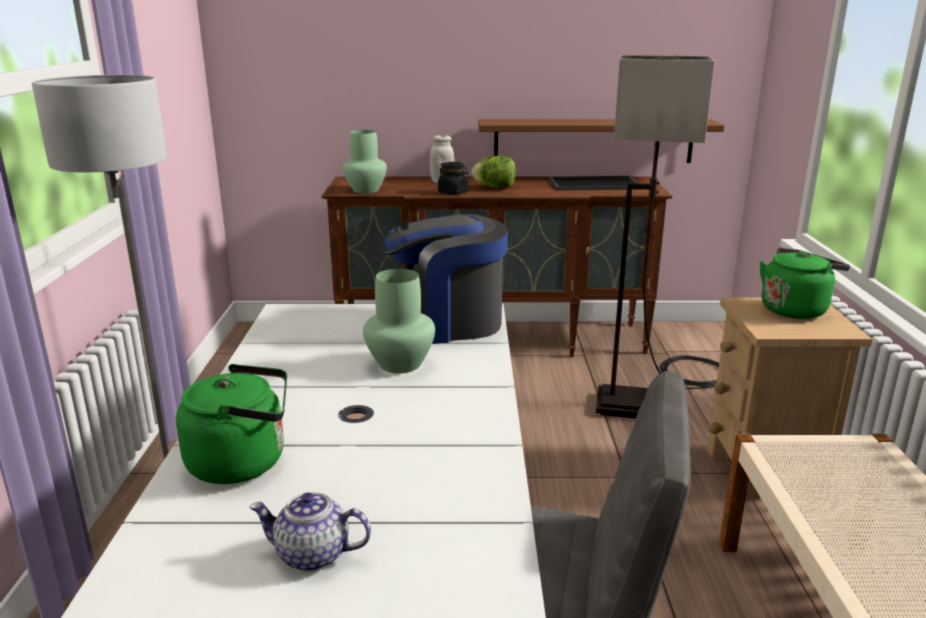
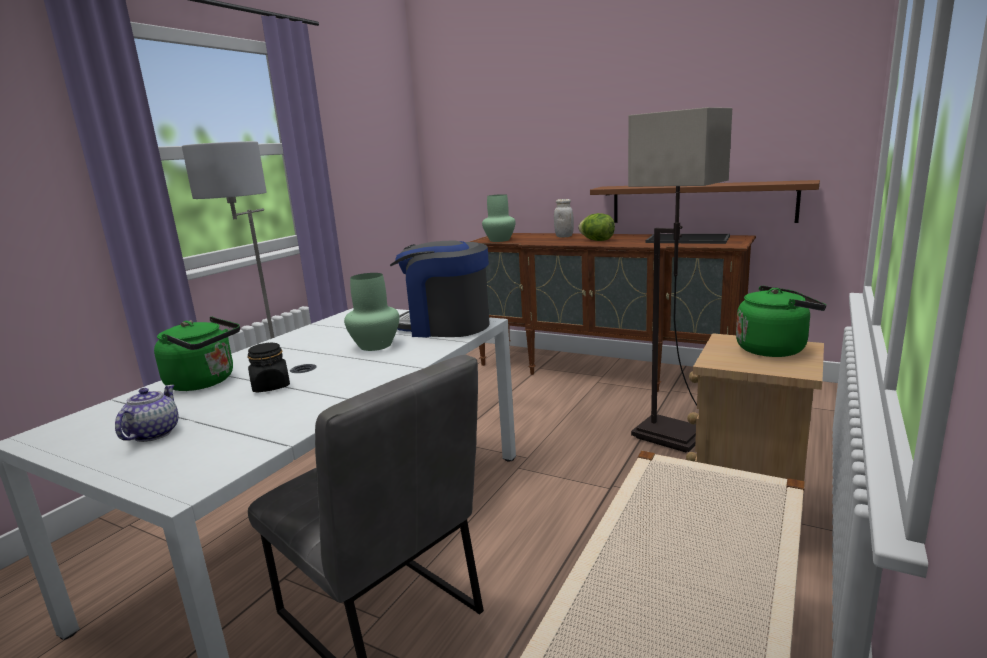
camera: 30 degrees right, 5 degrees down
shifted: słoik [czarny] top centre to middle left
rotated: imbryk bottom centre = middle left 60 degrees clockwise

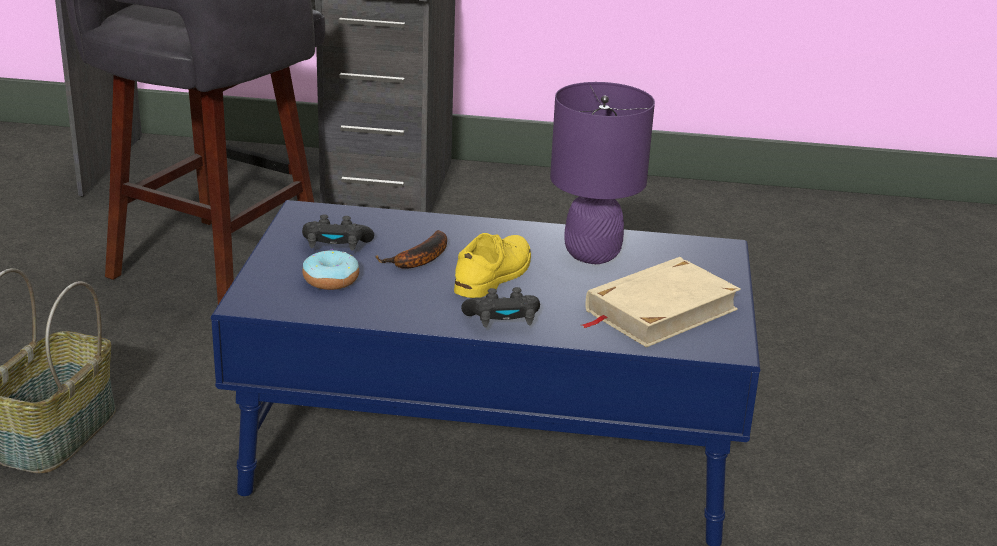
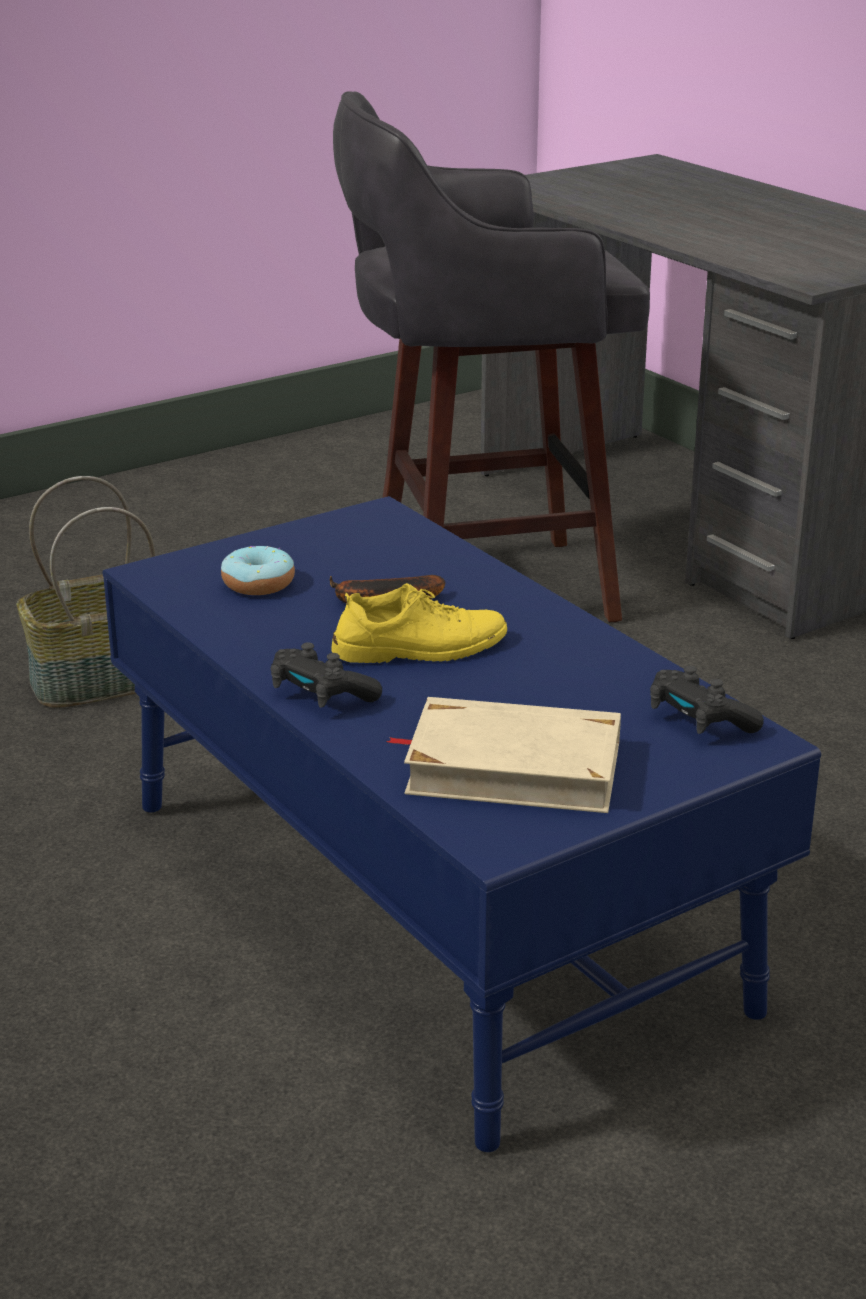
camera: 50 degrees right, 0 degrees up
gone: lampa stołowa [fioletowy] top centre
shifted: pad do gier [czarny] (no. 1 from left in the first image) centre to pad do gier [czarny] (no. 2 from left) middle right

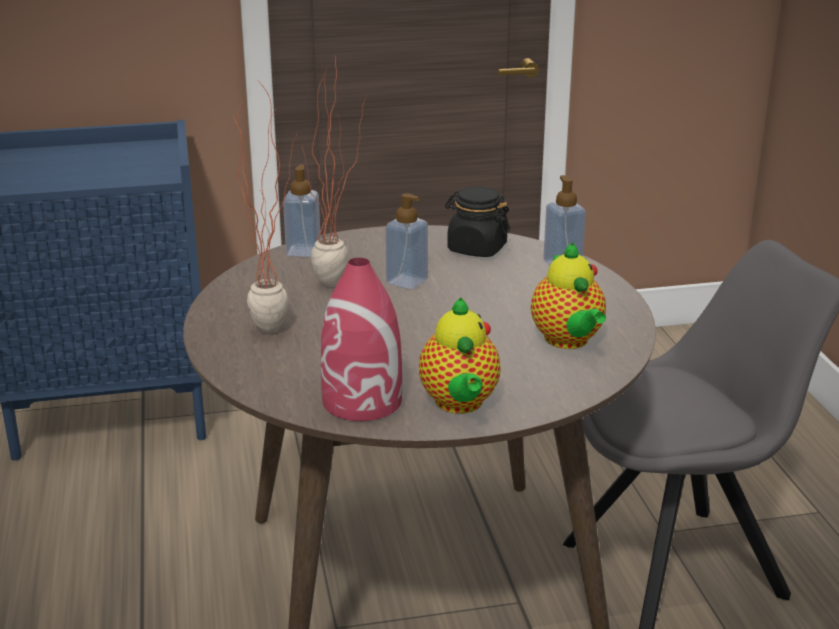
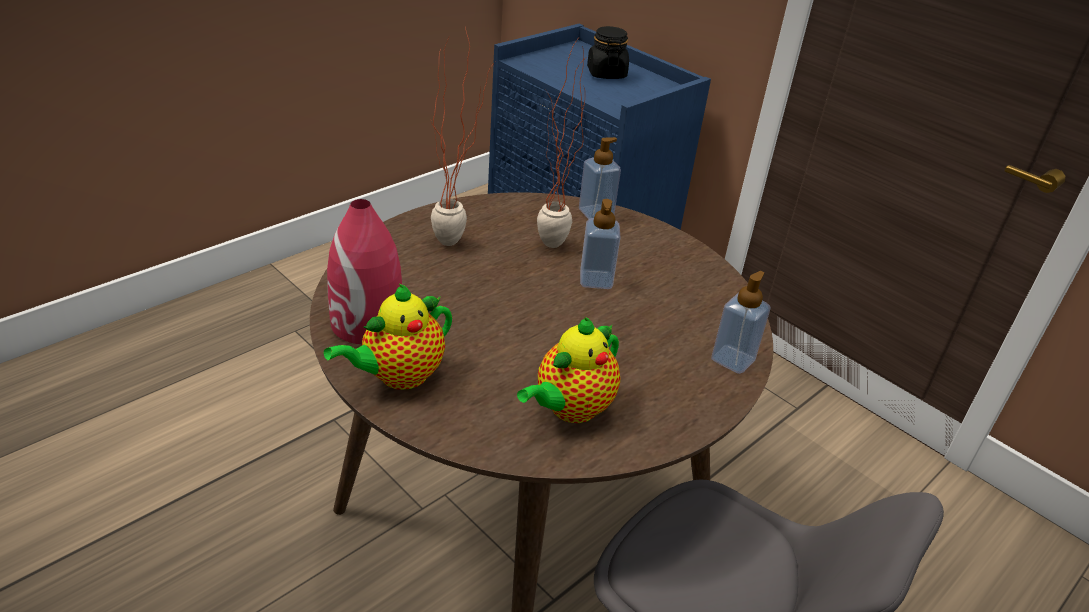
camera: 55 degrees right, 10 degrees up
shifted: słoik [czarny] centre to top centre

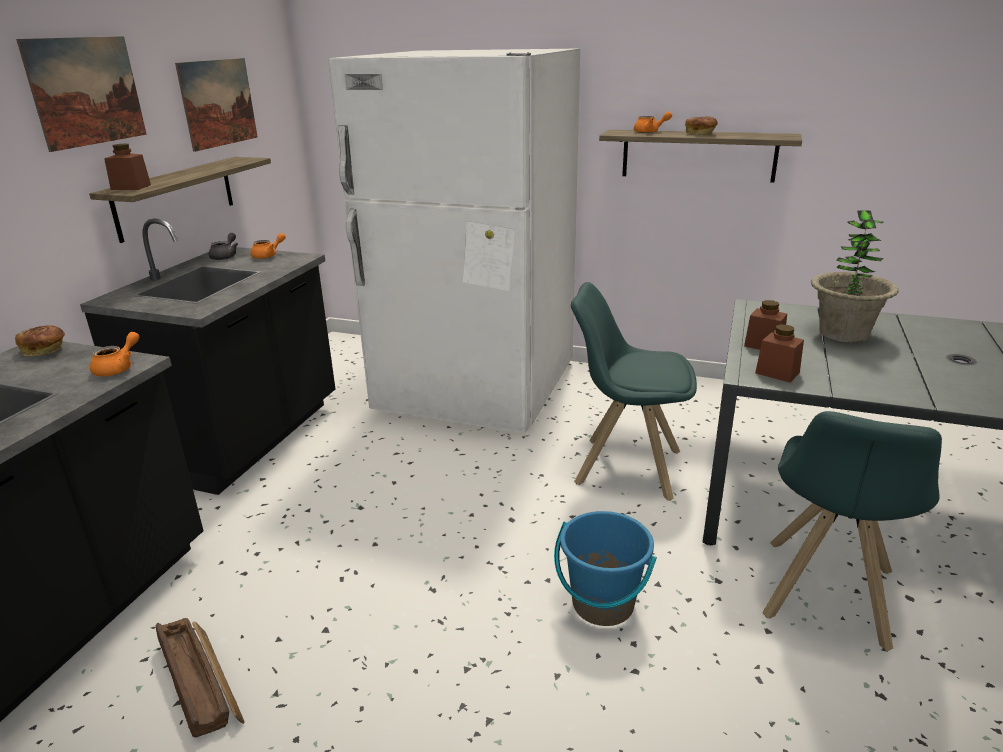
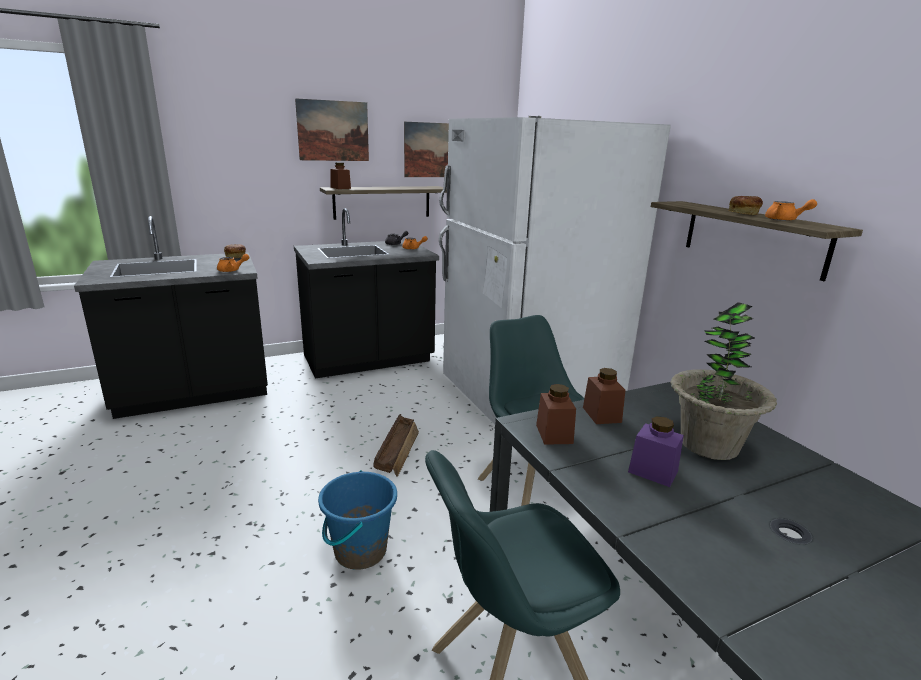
camera: 45 degrees right, 5 degrees down
new: słoik [fioletowy] middle right
shifted: skrzynka bottom left to centre; imbryk [pomarańczowy] (no. 3 from left) top centre to top right

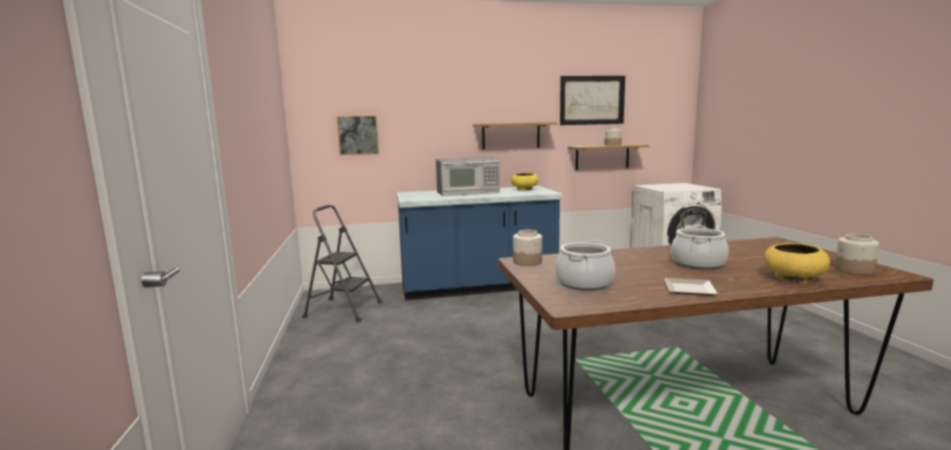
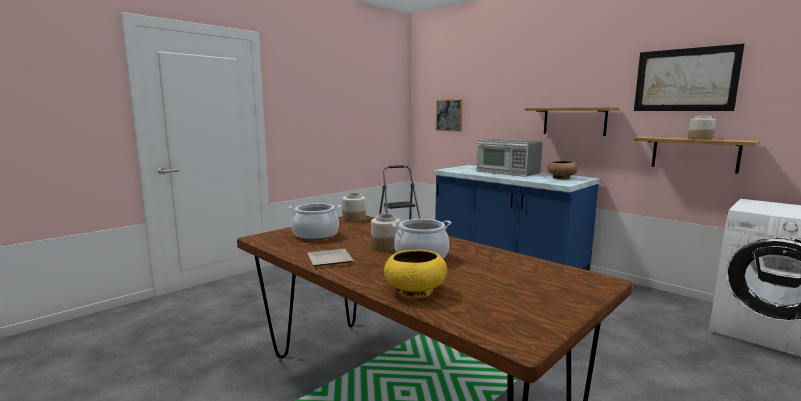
camera: 55 degrees right, 0 degrees up
shifted: słoik (no. 3 from left in the first image) middle right to słoik (no. 2 from left) centre
repainted: miska [żółty] (no. 1 from left) centre to miska [brązowy] middle right

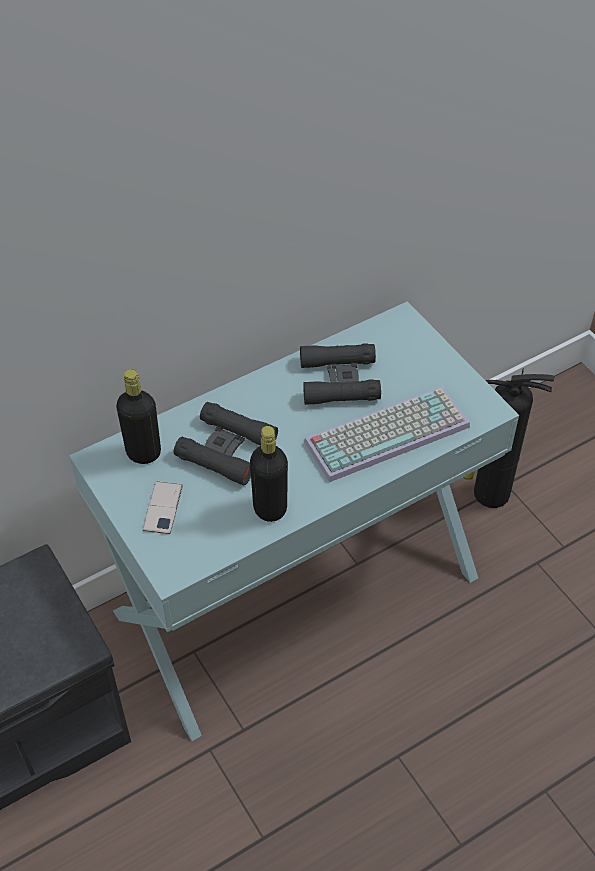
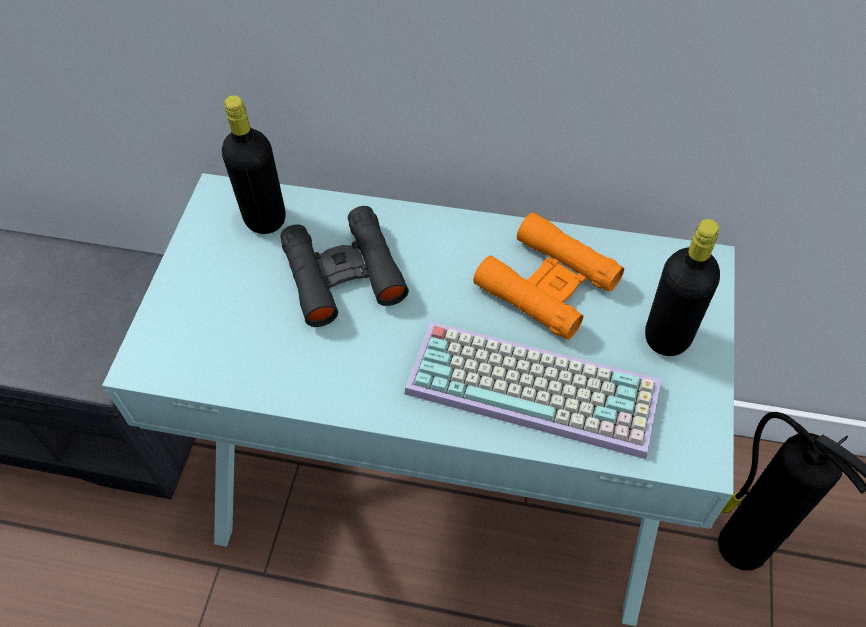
camera: 45 degrees right, 5 degrees up
gone: telefon middle left
shifted: butelka [czarny] (no. 2 from left) centre to middle right
repainted: lornetka [czarny] (no. 2 from left) centre to lornetka [pomarańczowy] centre

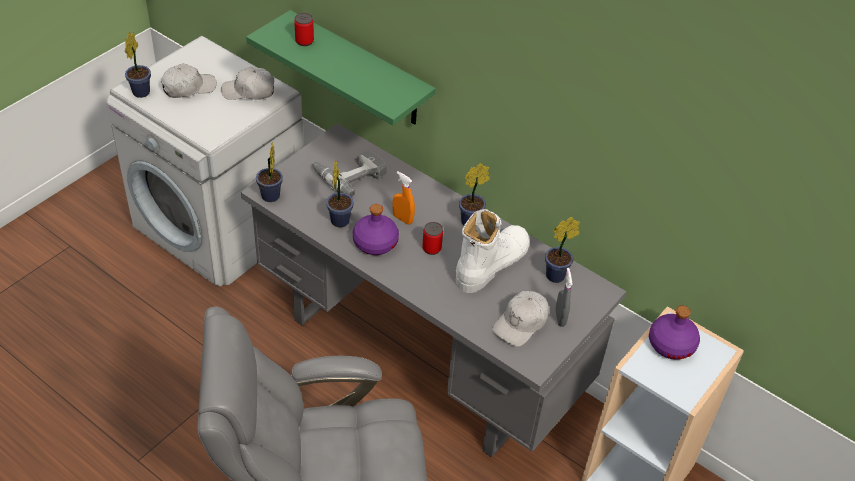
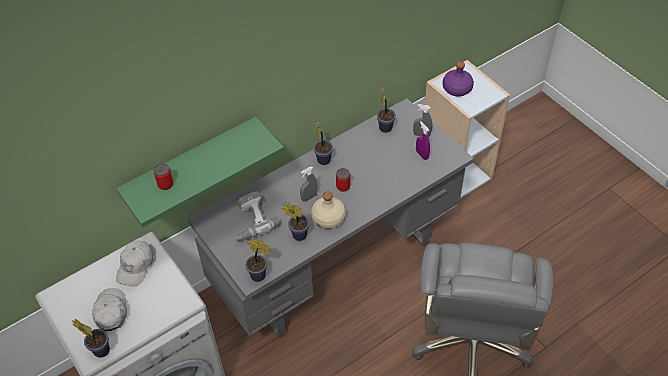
camera: 70 degrees left, 5 degrees up
gone: but z cholewką [biały] centre
swapped: czapka z daszkiem [biały] (no. 3 from left) centre to spryskiwacz [fioletowy] centre
repainted: butelka [fioletowy] (no. 1 from left) centre to butelka [beżowy] centre; spryskiwacz [pomarańczowy] centre to spryskiwacz [szary] (no. 1 from left) centre

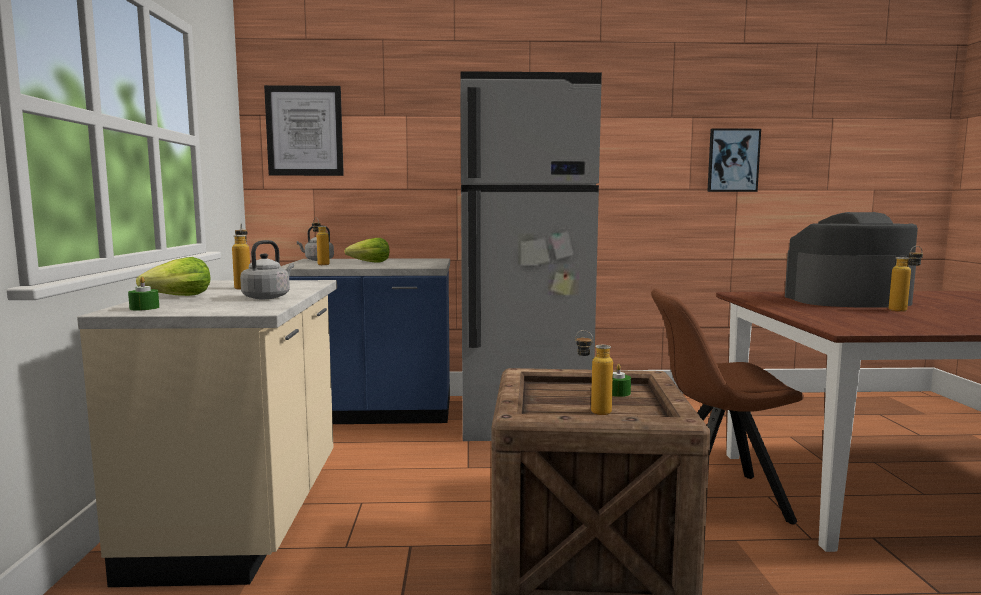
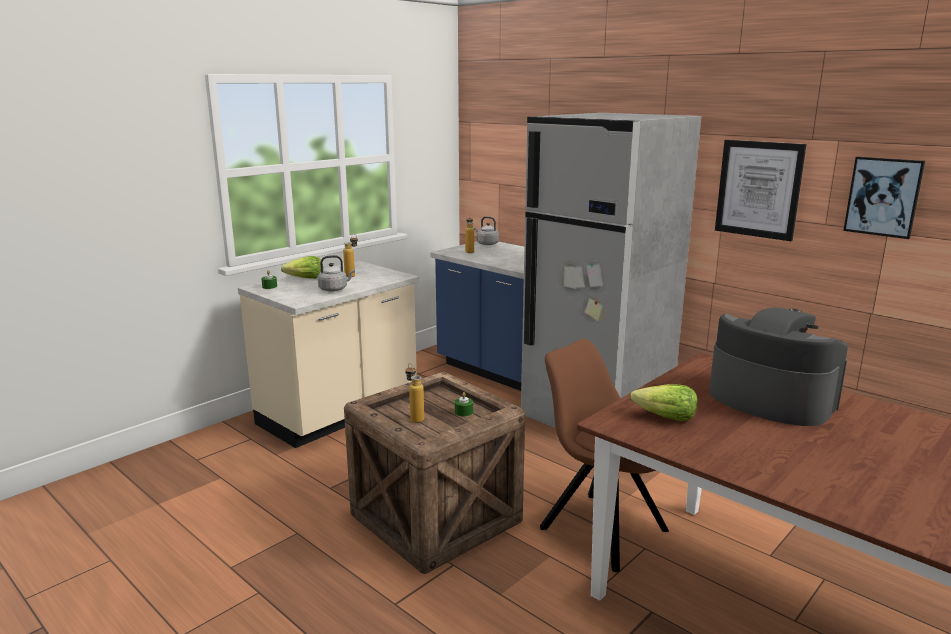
camera: 45 degrees right, 10 degrees up
gone: butelka (no. 4 from left) middle right
shifted: obraz (no. 1 from left) top left to top right; sałata (no. 2 from left) centre to middle right

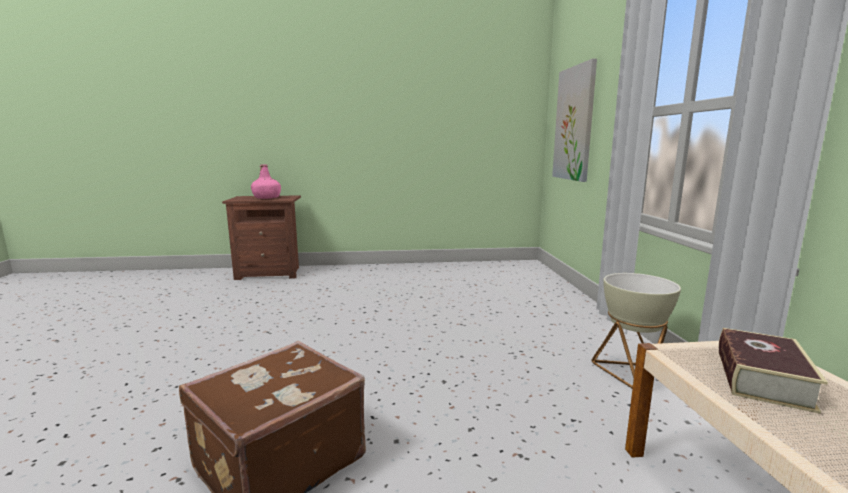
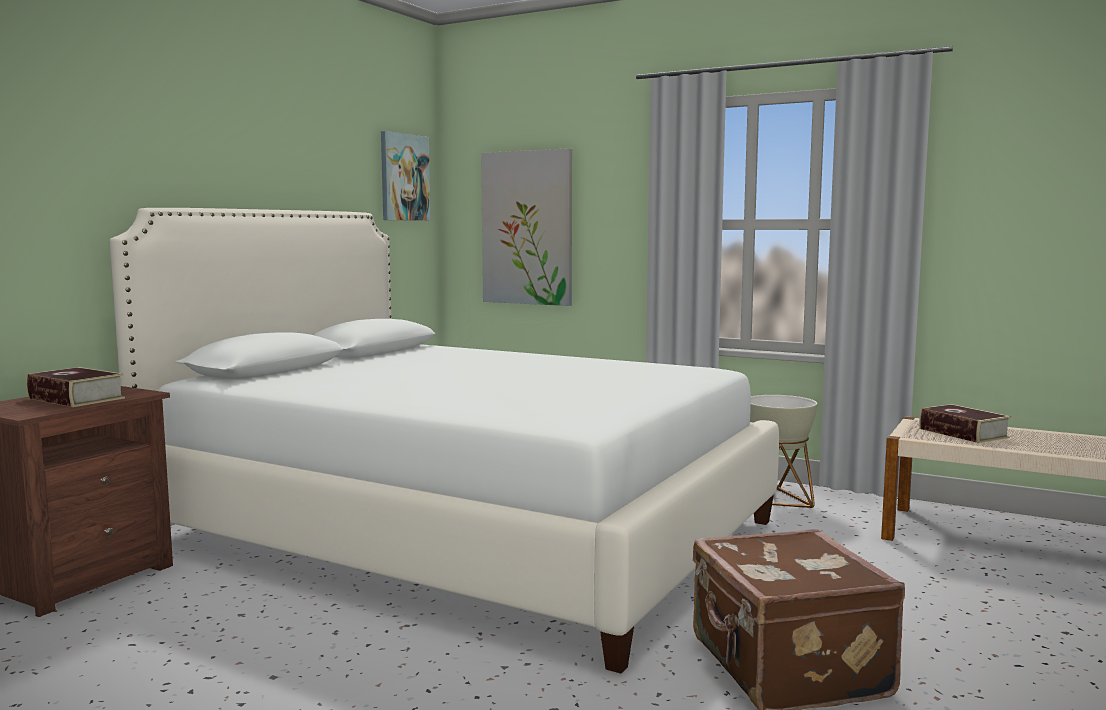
camera: 55 degrees left, 5 degrees down
new: łóżko [biały] centre; obraz (no. 1 from left) top centre
swapped: butelka [różowy] middle left to książka (no. 1 from left) middle left

